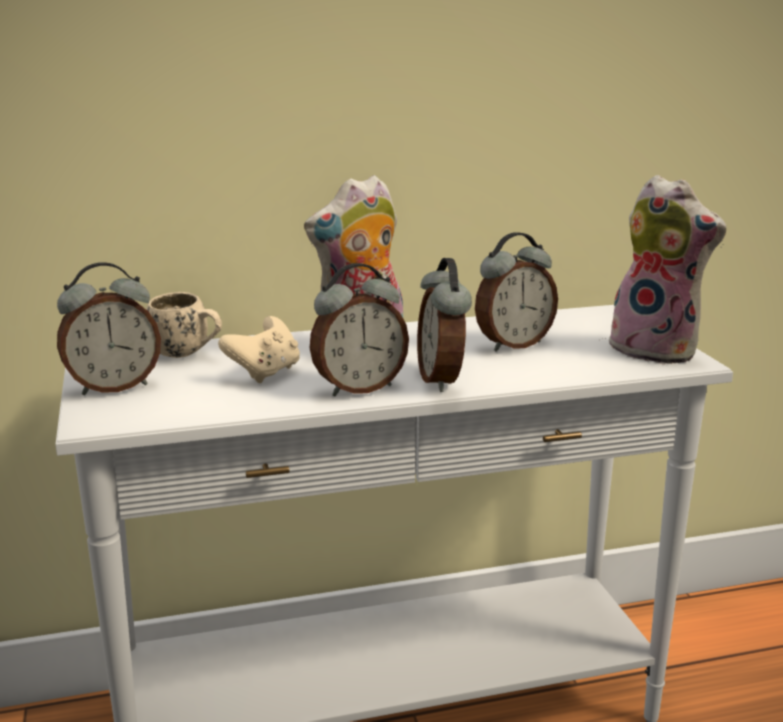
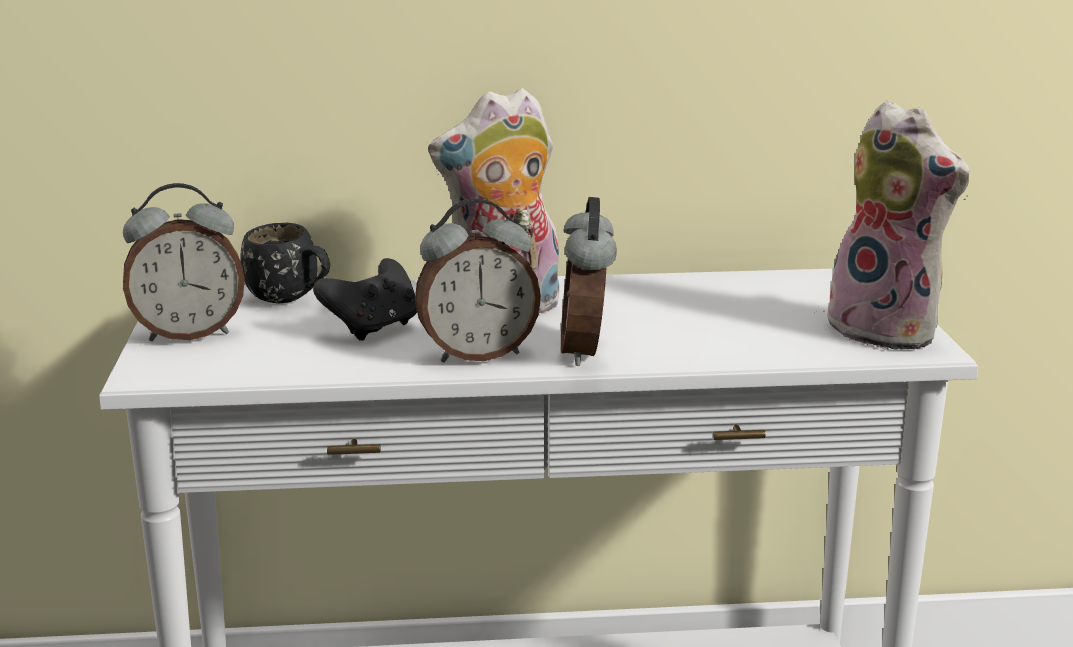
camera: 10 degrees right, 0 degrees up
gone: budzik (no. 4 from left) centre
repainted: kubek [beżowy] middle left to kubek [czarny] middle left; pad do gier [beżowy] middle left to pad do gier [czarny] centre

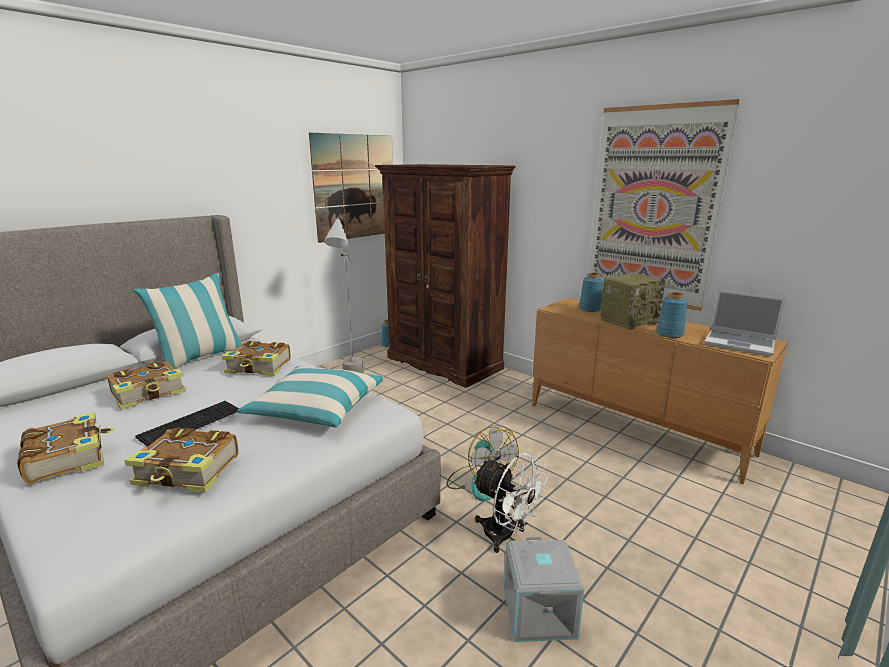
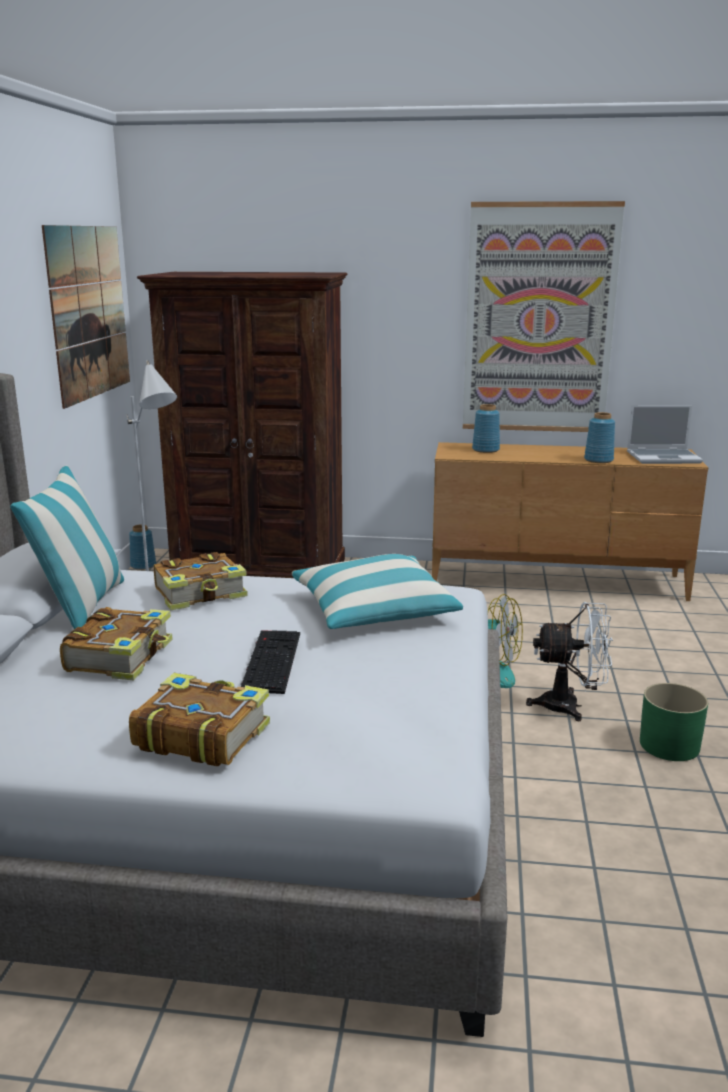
camera: 35 degrees left, 0 degrees up
gone: książka (no. 3 from left) bottom left; radio middle right
swapped: pojemnik do przechowywania [szary] bottom centre to donica [zielony] middle right

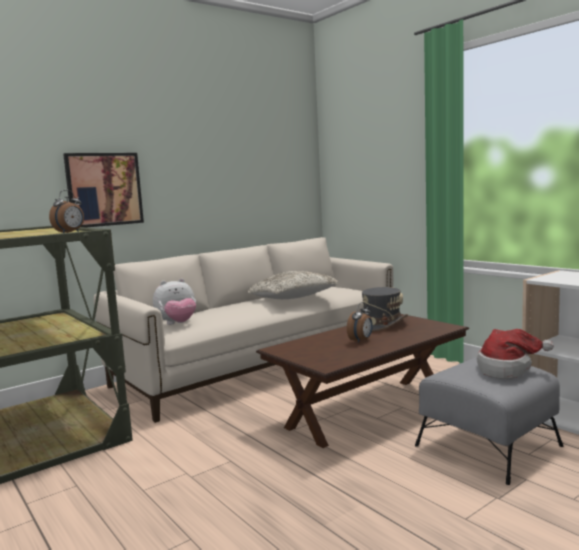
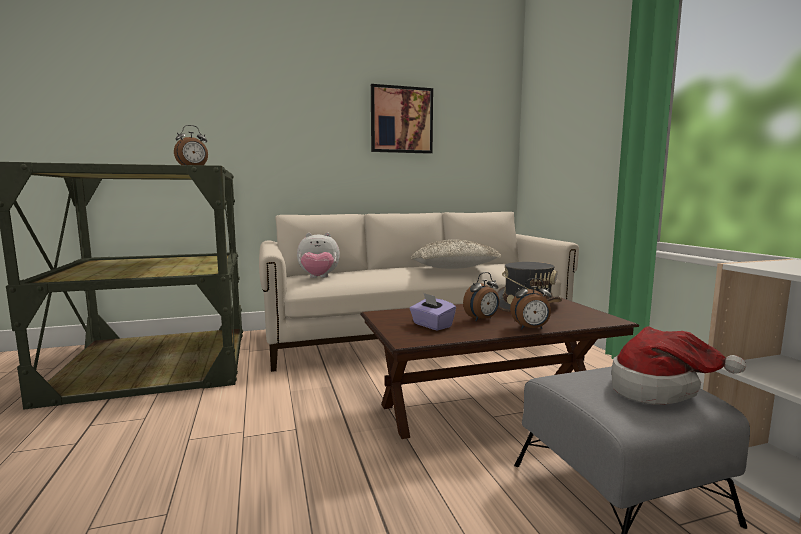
camera: 20 degrees right, 0 degrees up
new: pudełko chusteczek [fioletowy] centre; budzik (no. 3 from left) centre
shifted: obraz middle left to top centre

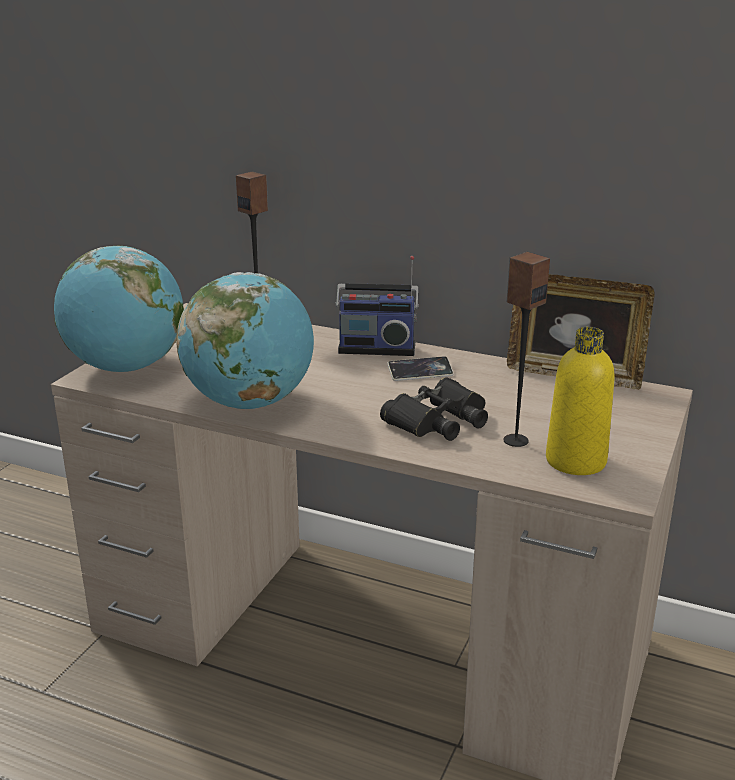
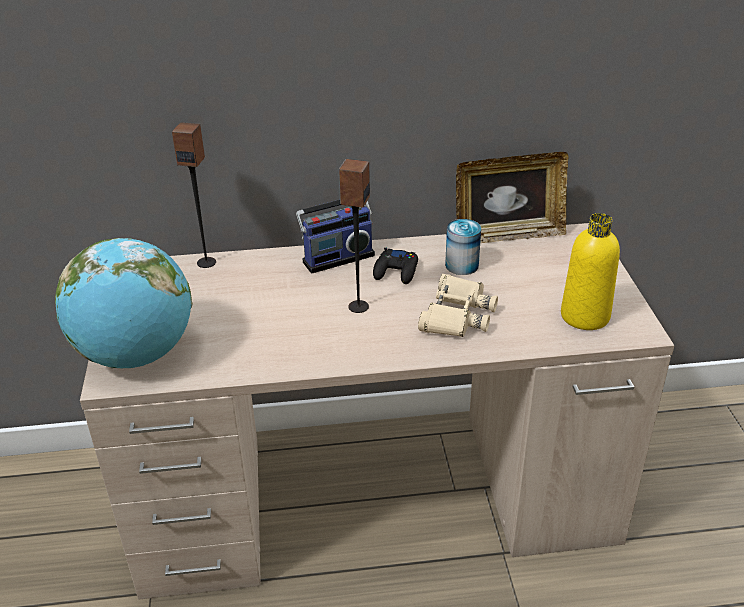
camera: 30 degrees left, 10 degrees up
gone: globus (no. 2 from left) centre
new: puszka centre
shifted: głośnik (no. 2 from left) middle right to centre
swapped: telefon centre to pad do gier [czarny] centre
repainted: lornetka [czarny] centre to lornetka [beżowy] centre

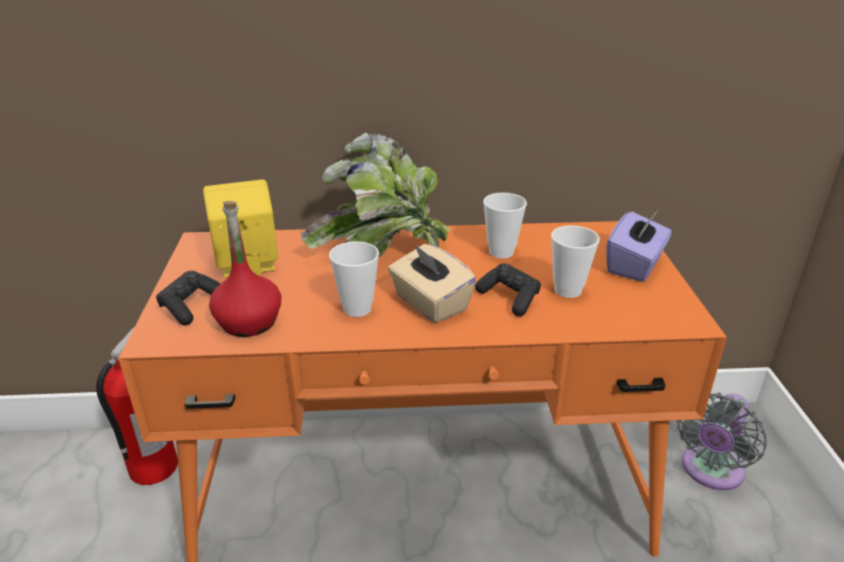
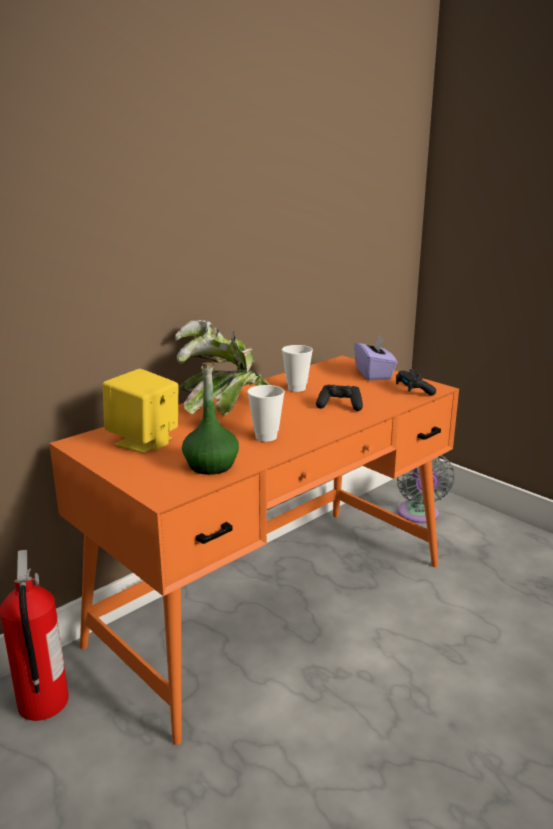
camera: 40 degrees left, 10 degrees down
gone: pudełko chusteczek [beżowy] centre; filiżanka (no. 3 from left) middle right
shifted: pad do gier [czarny] (no. 1 from left in the first image) middle left to pad do gier [czarny] (no. 2 from left) middle right
repainted: butelka [czerwony] middle left to butelka [zielony] centre

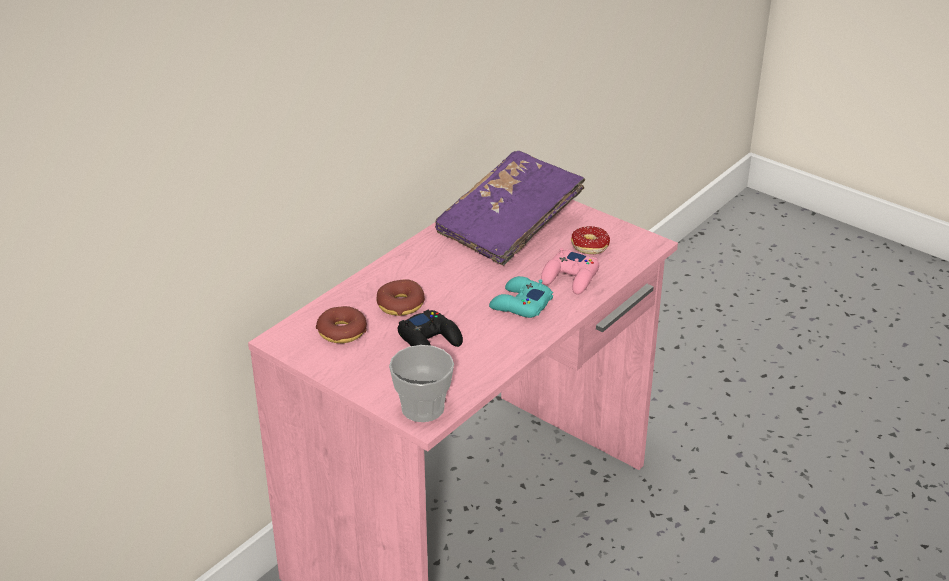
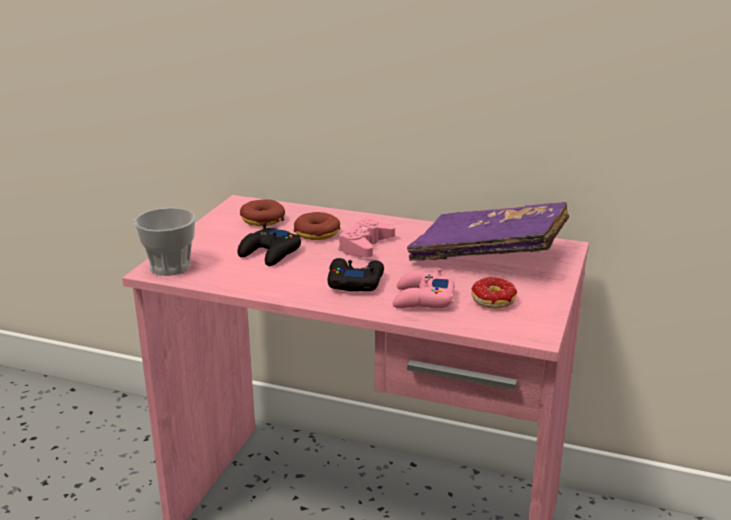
camera: 70 degrees right, 10 degrees down
new: pad do gier [różowy] (no. 1 from left) centre
repainted: pad do gier [turkusowy] centre to pad do gier [czarny] (no. 2 from left) centre

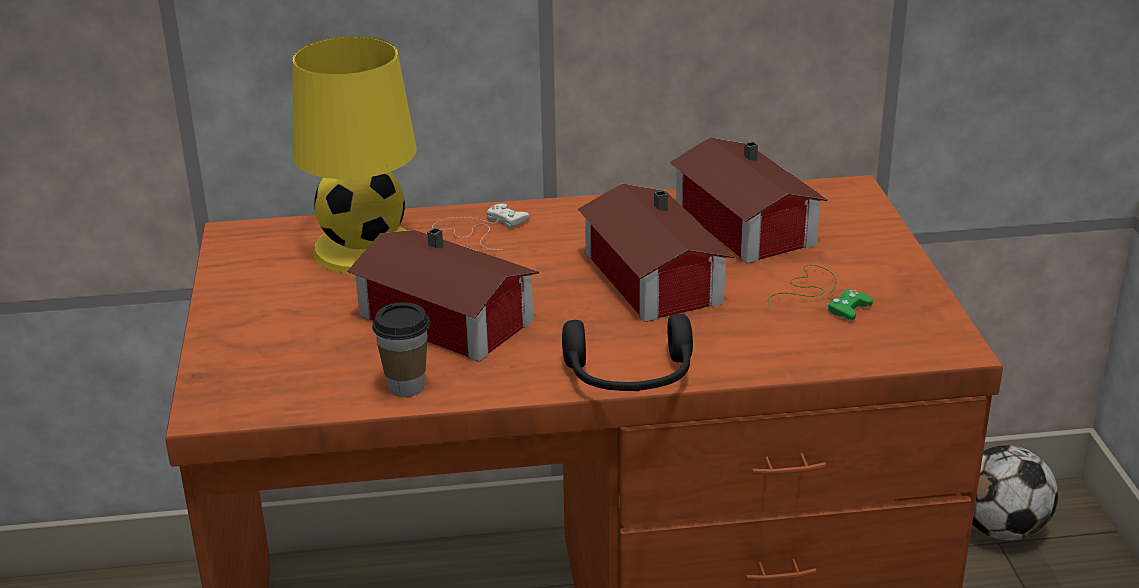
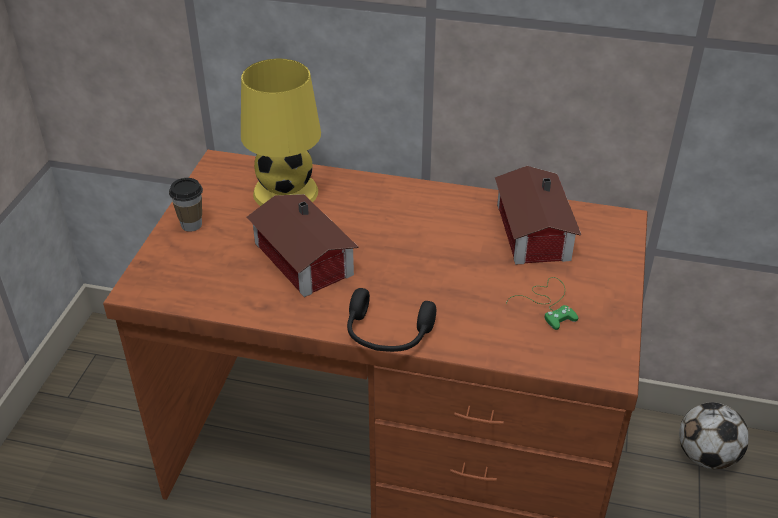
camera: 20 degrees right, 10 degrees up
gone: pad do gier [biały] centre; domek (no. 2 from left) centre
shifted: filiżanka centre to middle left

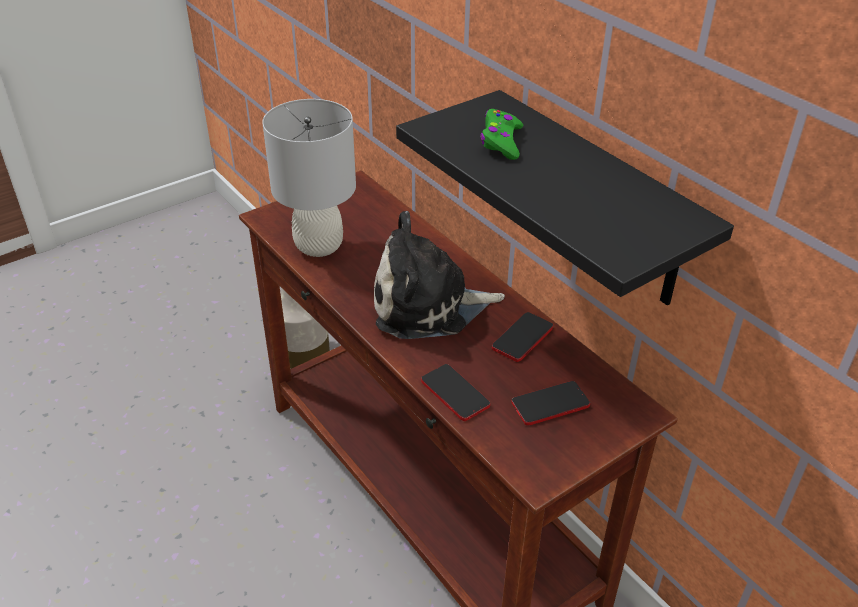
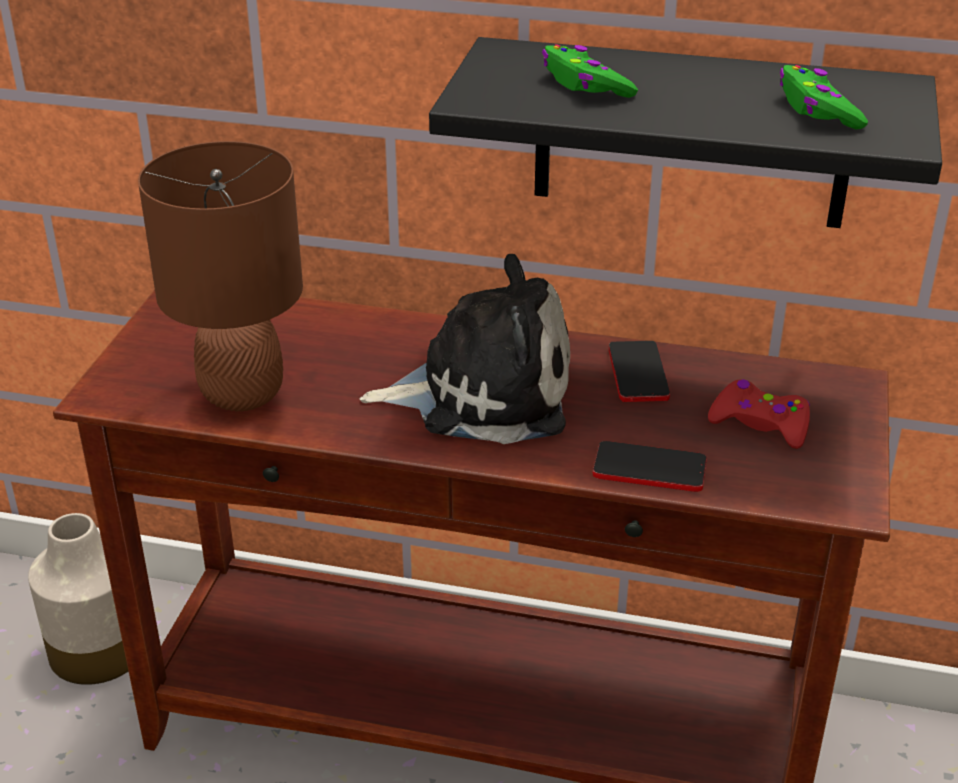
camera: 40 degrees left, 5 degrees down
new: pad do gier [zielony] (no. 2 from left) top right
swapped: telefon (no. 3 from left) centre to pad do gier [czerwony] middle right
repainted: lampa stołowa [szary] top centre to lampa stołowa [brązowy] middle left
rotated: pluszak centre = centre 135 degrees counterclockwise

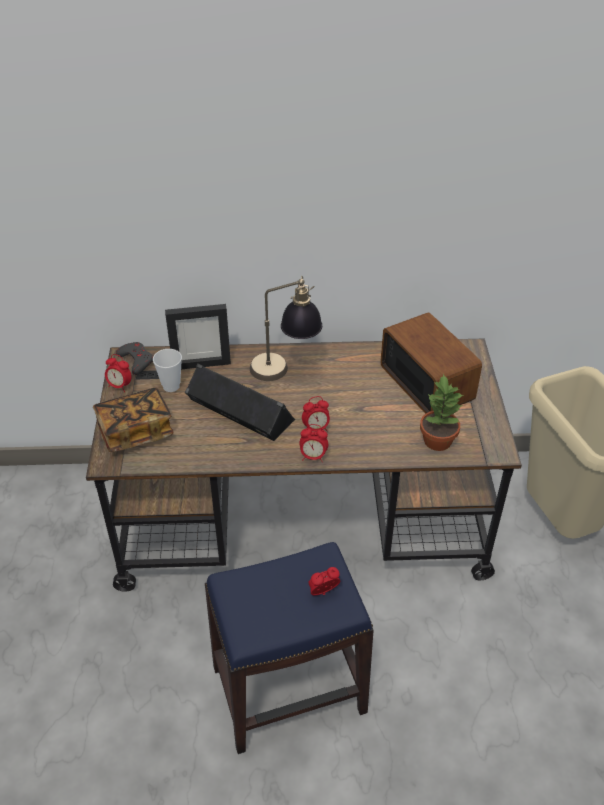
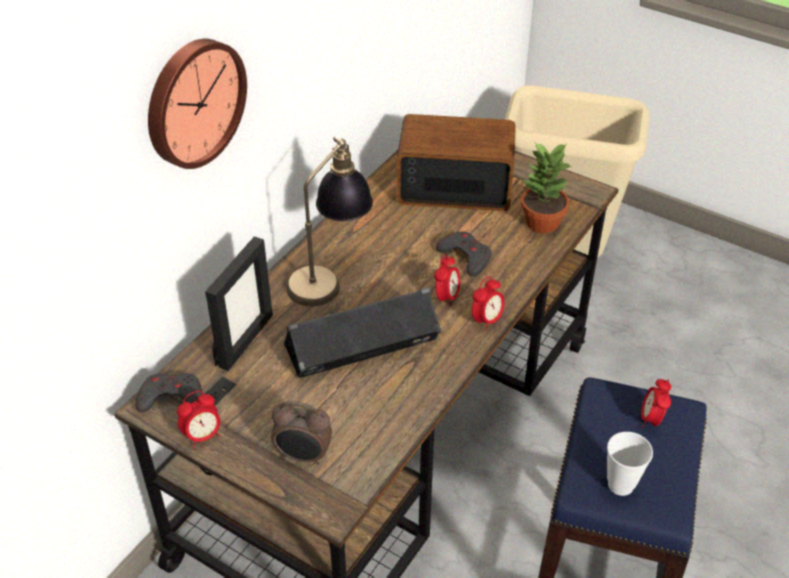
camera: 55 degrees left, 0 degrees up
new: zegar ścienny top left; pad do gier [szary] (no. 2 from left) centre
shifted: filiżanka middle left to bottom right
swapped: książka middle left to budzik (no. 2 from left) bottom centre

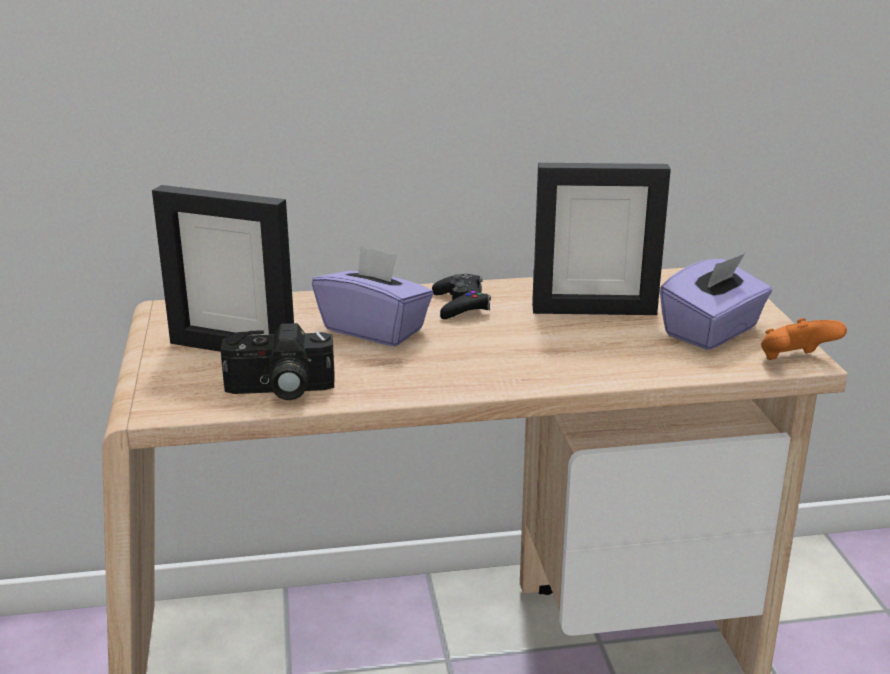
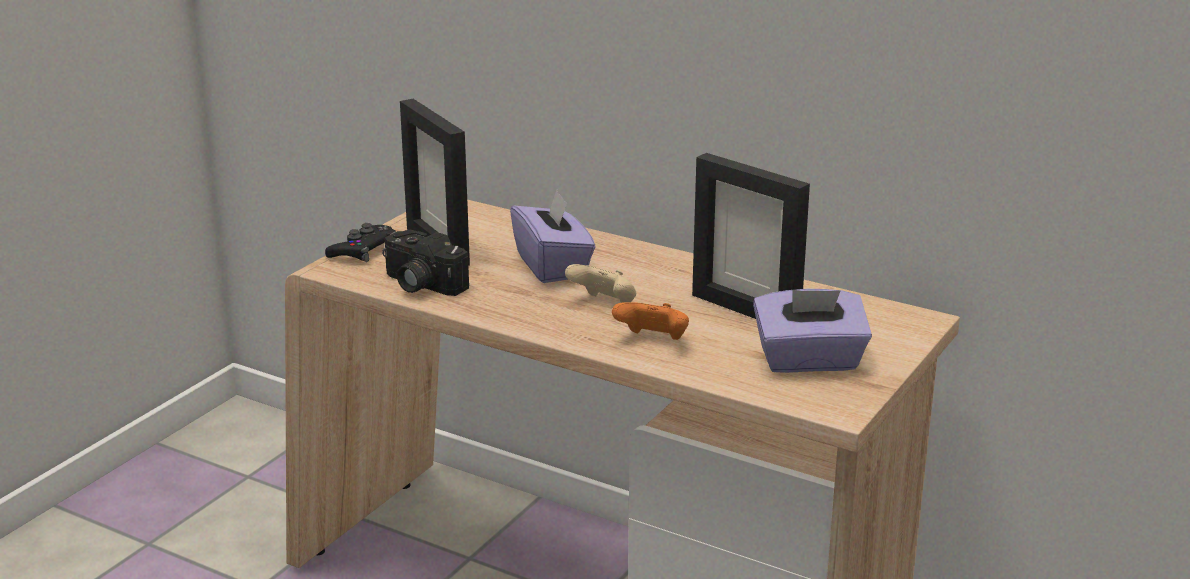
camera: 40 degrees right, 0 degrees up
new: pad do gier [beżowy] centre
shifted: pad do gier [czarny] centre to middle left; pad do gier [pomarańczowy] middle right to centre

